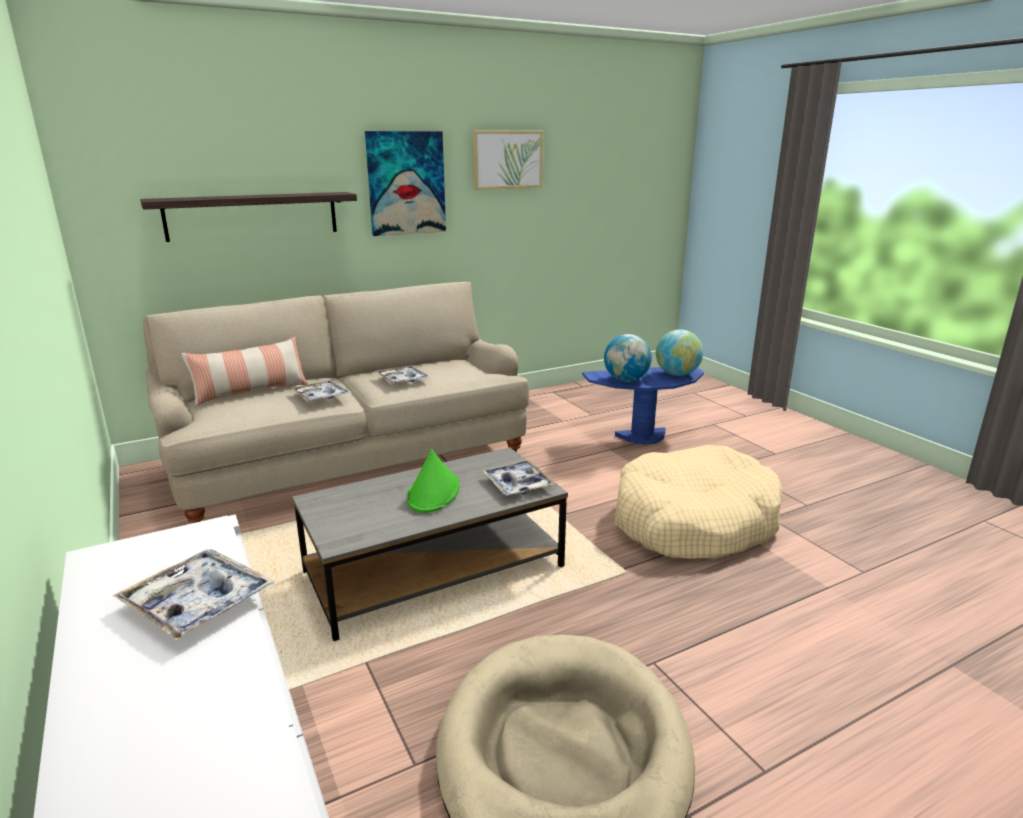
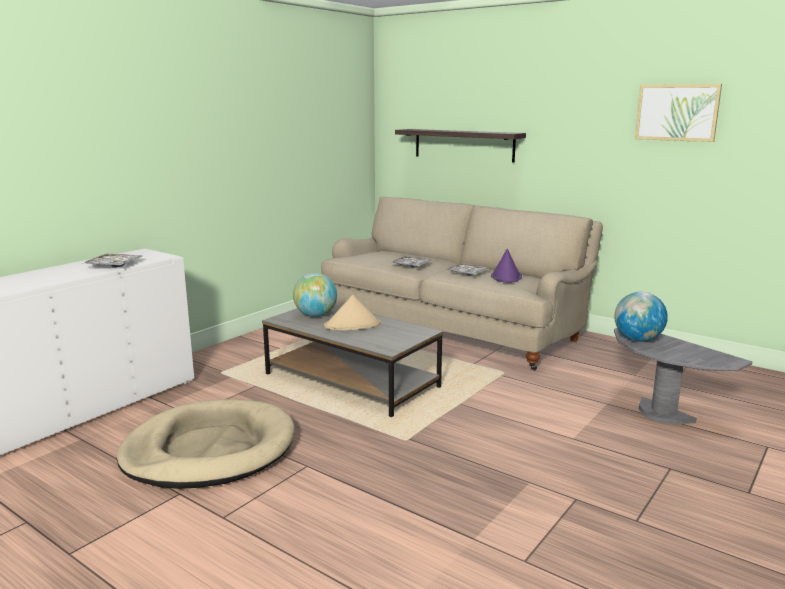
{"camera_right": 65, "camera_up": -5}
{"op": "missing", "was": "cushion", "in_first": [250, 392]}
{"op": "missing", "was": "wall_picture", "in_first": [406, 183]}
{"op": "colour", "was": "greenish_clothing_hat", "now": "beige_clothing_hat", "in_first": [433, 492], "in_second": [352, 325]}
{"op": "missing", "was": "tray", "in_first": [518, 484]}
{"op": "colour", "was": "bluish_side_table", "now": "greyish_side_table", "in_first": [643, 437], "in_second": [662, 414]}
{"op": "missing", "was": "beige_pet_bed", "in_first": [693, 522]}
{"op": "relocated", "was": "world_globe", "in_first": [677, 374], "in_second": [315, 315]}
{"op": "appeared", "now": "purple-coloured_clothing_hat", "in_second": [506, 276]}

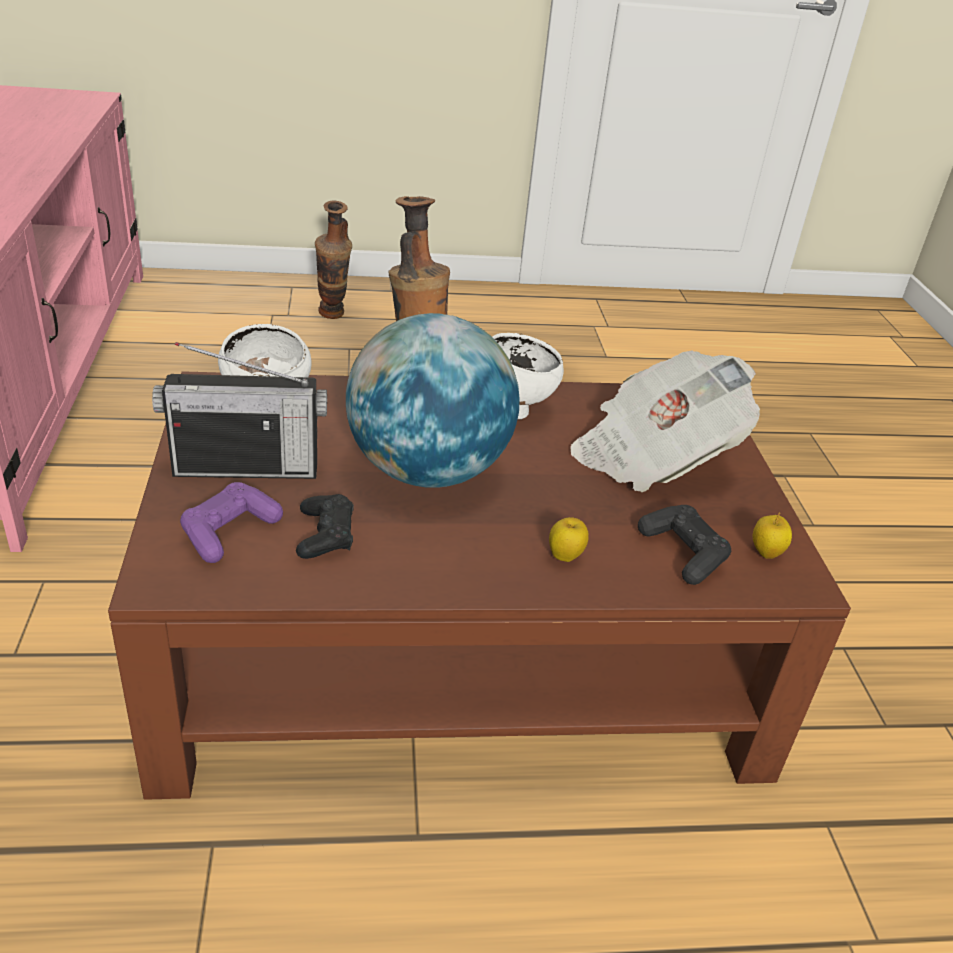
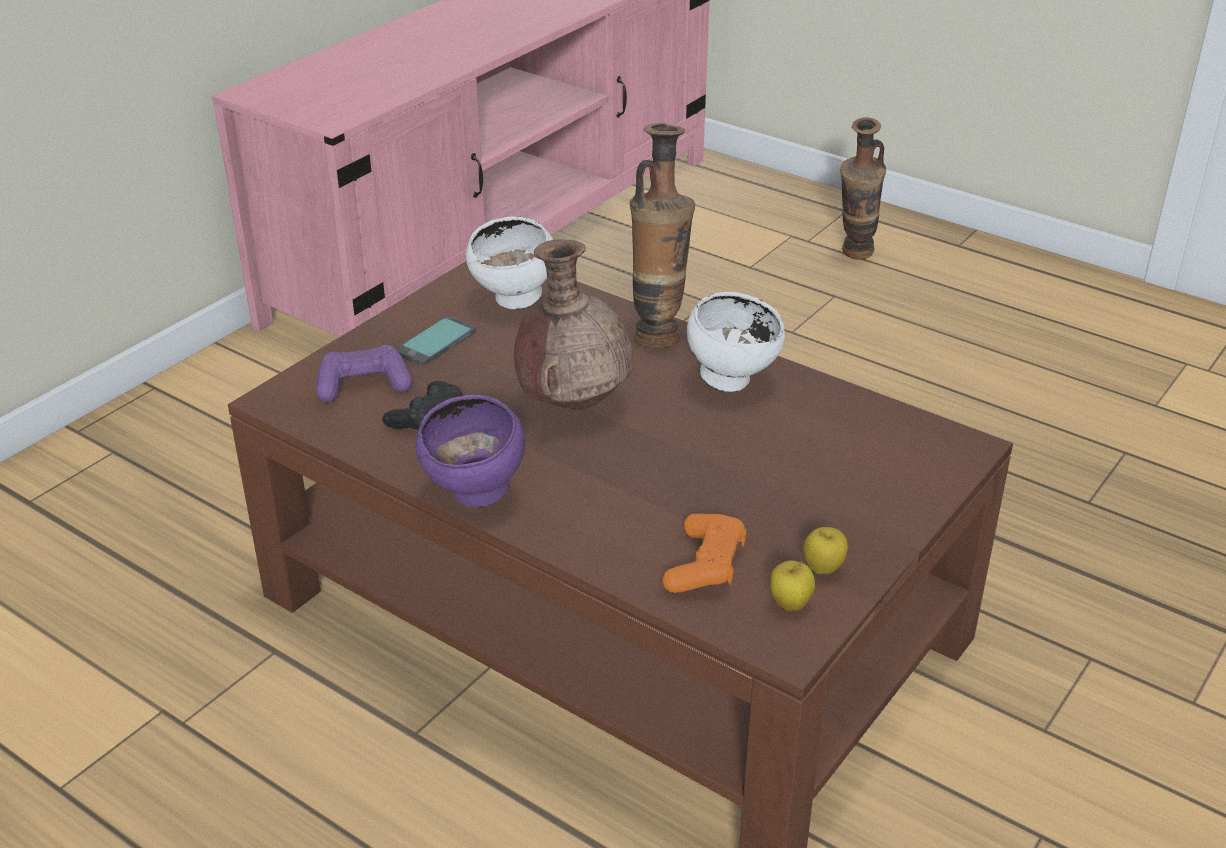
{"camera_right": 45, "camera_up": 0}
{"op": "exchanged", "was": "radio", "now": "telephone", "in_first": [246, 467], "in_second": [436, 343]}
{"op": "exchanged", "was": "world_globe", "now": "brown-coloured_flower_vase", "in_first": [427, 471], "in_second": [574, 402]}
{"op": "relocated", "was": "apple_fruit", "in_first": [565, 557], "in_second": [823, 570]}
{"op": "missing", "was": "printed_paper", "in_first": [654, 456]}
{"op": "colour", "was": "black-coloured_game_controller", "now": "orangey_game_controller", "in_first": [683, 553], "in_second": [705, 565]}
{"op": "appeared", "now": "purple-coloured_serving_bowl", "in_second": [476, 496]}

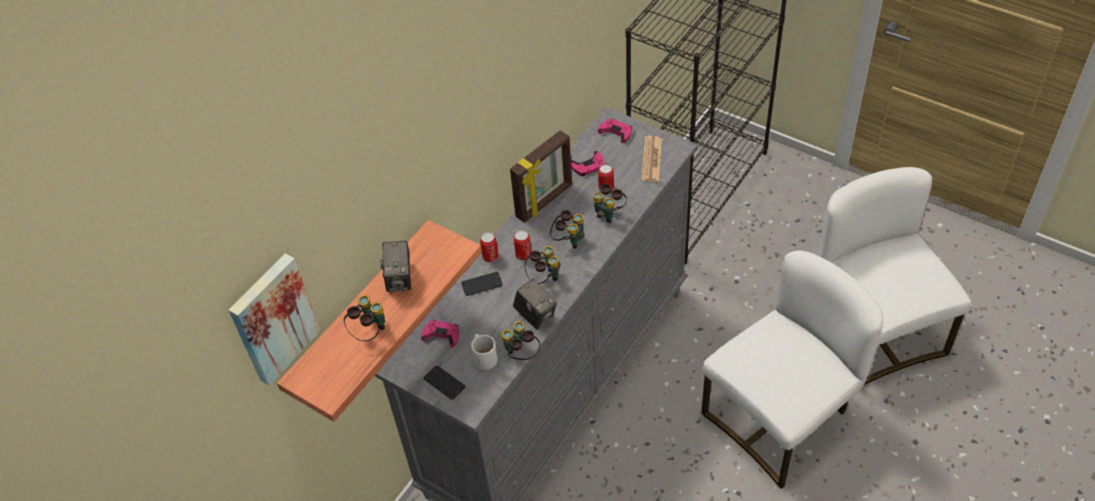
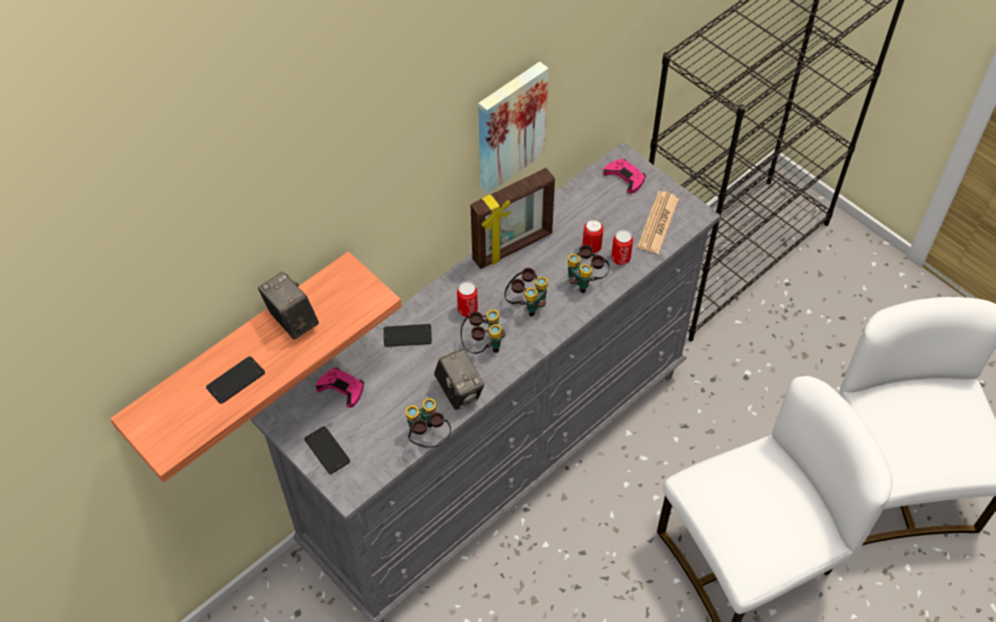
{"camera_right": 10, "camera_up": 5}
{"op": "relocated", "was": "wall_picture", "in_first": [272, 318], "in_second": [509, 125]}
{"op": "exchanged", "was": "pair_of_binoculars", "now": "telephone", "in_first": [369, 332], "in_second": [236, 380]}
{"op": "spun", "was": "photo_camera", "in_first": [400, 279], "in_second": [292, 320], "clockwise": 135}
{"op": "missing", "was": "white-coloured_tea_mug", "in_first": [484, 356]}
{"op": "relocated", "was": "sealed_can", "in_first": [490, 256], "in_second": [620, 258]}
{"op": "missing", "was": "pink-coloured_game_controller", "in_first": [588, 166]}

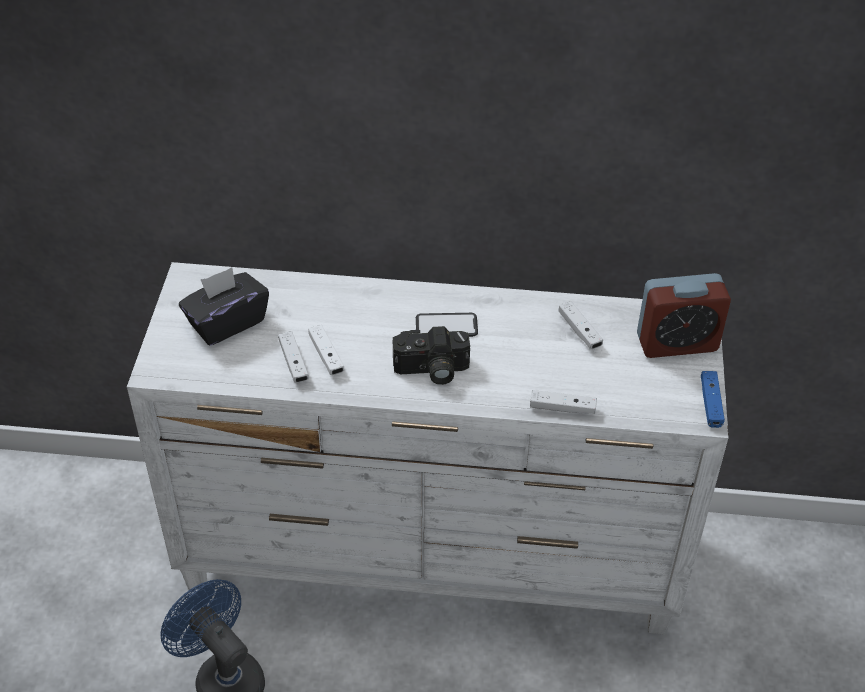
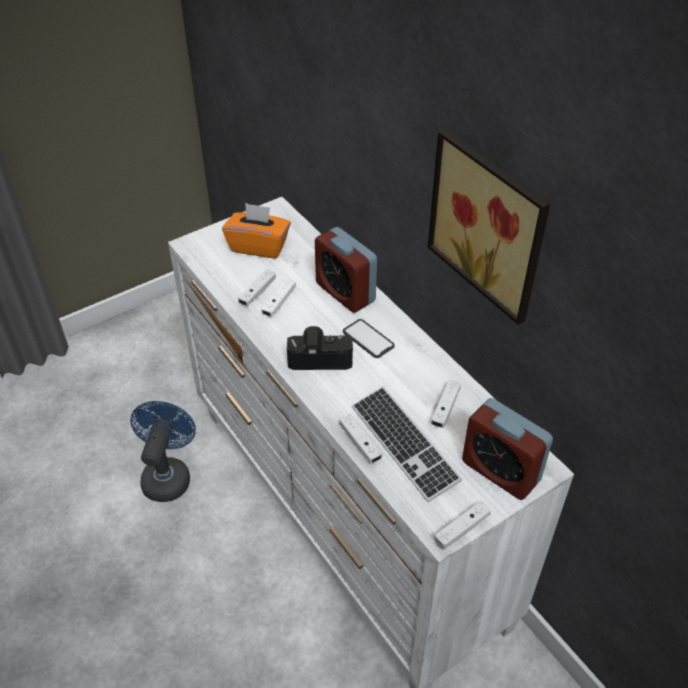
{"camera_right": 50, "camera_up": 0}
{"op": "colour", "was": "black-coloured_tissue_holder", "now": "orangey_tissue_holder", "in_first": [227, 322], "in_second": [259, 246]}
{"op": "spun", "was": "photo_camera", "in_first": [431, 370], "in_second": [320, 356], "clockwise": 135}
{"op": "colour", "was": "bluish_game_controller", "now": "white-coloured_game_controller", "in_first": [710, 403], "in_second": [461, 529]}
{"op": "appeared", "now": "table_clock", "in_second": [345, 292]}
{"op": "appeared", "now": "PC_keyboard", "in_second": [404, 444]}
{"op": "appeared", "now": "wall_picture", "in_second": [490, 223]}

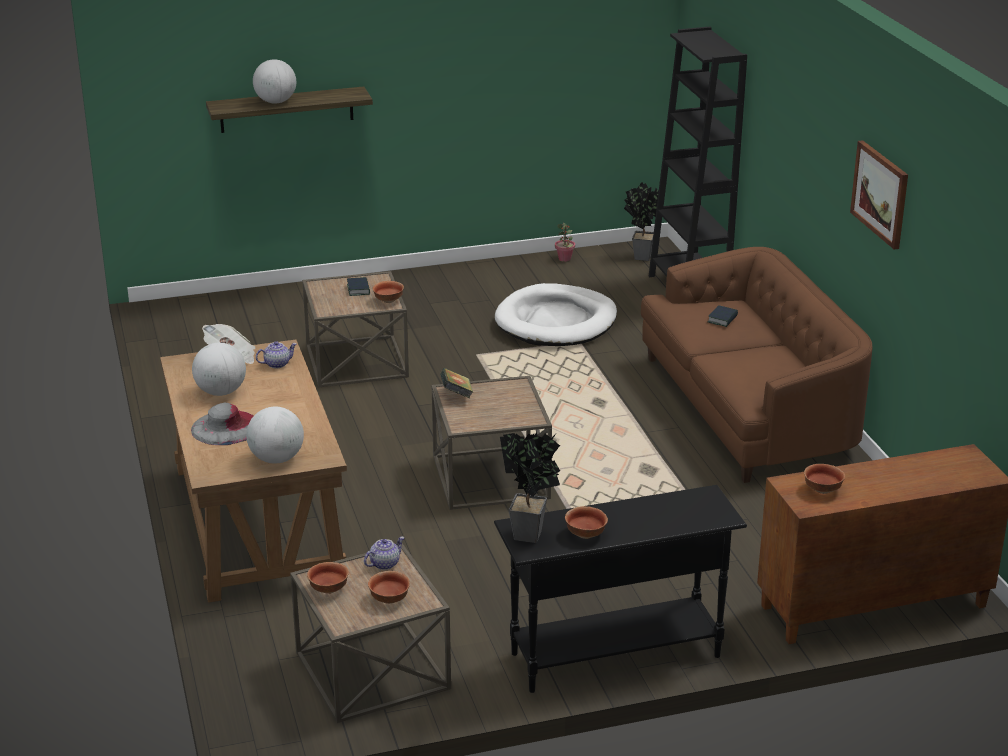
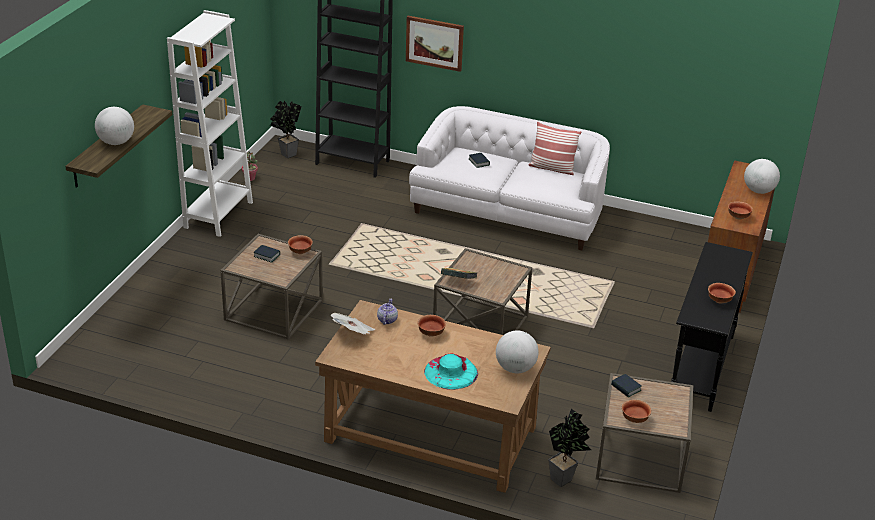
{"camera_right": -55, "camera_up": 5}
{"op": "colour", "was": "greyish_clothing_hat", "now": "turquoise_clothing_hat", "in_first": [225, 427], "in_second": [451, 372]}
{"op": "relocated", "was": "world_globe", "in_first": [221, 392], "in_second": [759, 191]}
{"op": "exchanged", "was": "teapot", "now": "volume", "in_first": [384, 563], "in_second": [626, 388]}
{"op": "relocated", "was": "serving_bowl", "in_first": [390, 599], "in_second": [431, 333]}
{"op": "missing", "was": "white-coloured_pet_bed", "in_first": [556, 321]}
{"op": "relocated", "was": "houseplant", "in_first": [531, 537], "in_second": [564, 479]}
{"op": "colour", "was": "brown-coloured_sofa", "now": "white-coloured_sofa", "in_first": [749, 409], "in_second": [509, 211]}
{"op": "relocated", "was": "wall_picture", "in_first": [880, 193], "in_second": [434, 43]}
{"op": "appeared", "now": "white-coloured_bookshelf", "in_second": [218, 215]}
{"op": "appeared", "now": "cushion", "in_second": [552, 168]}

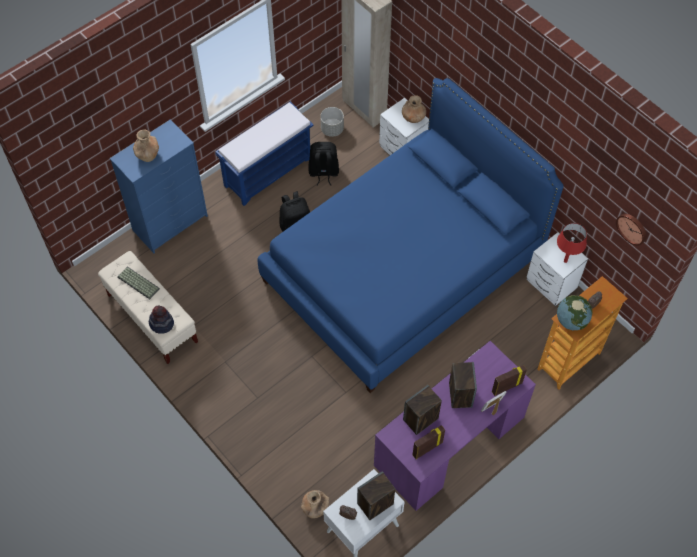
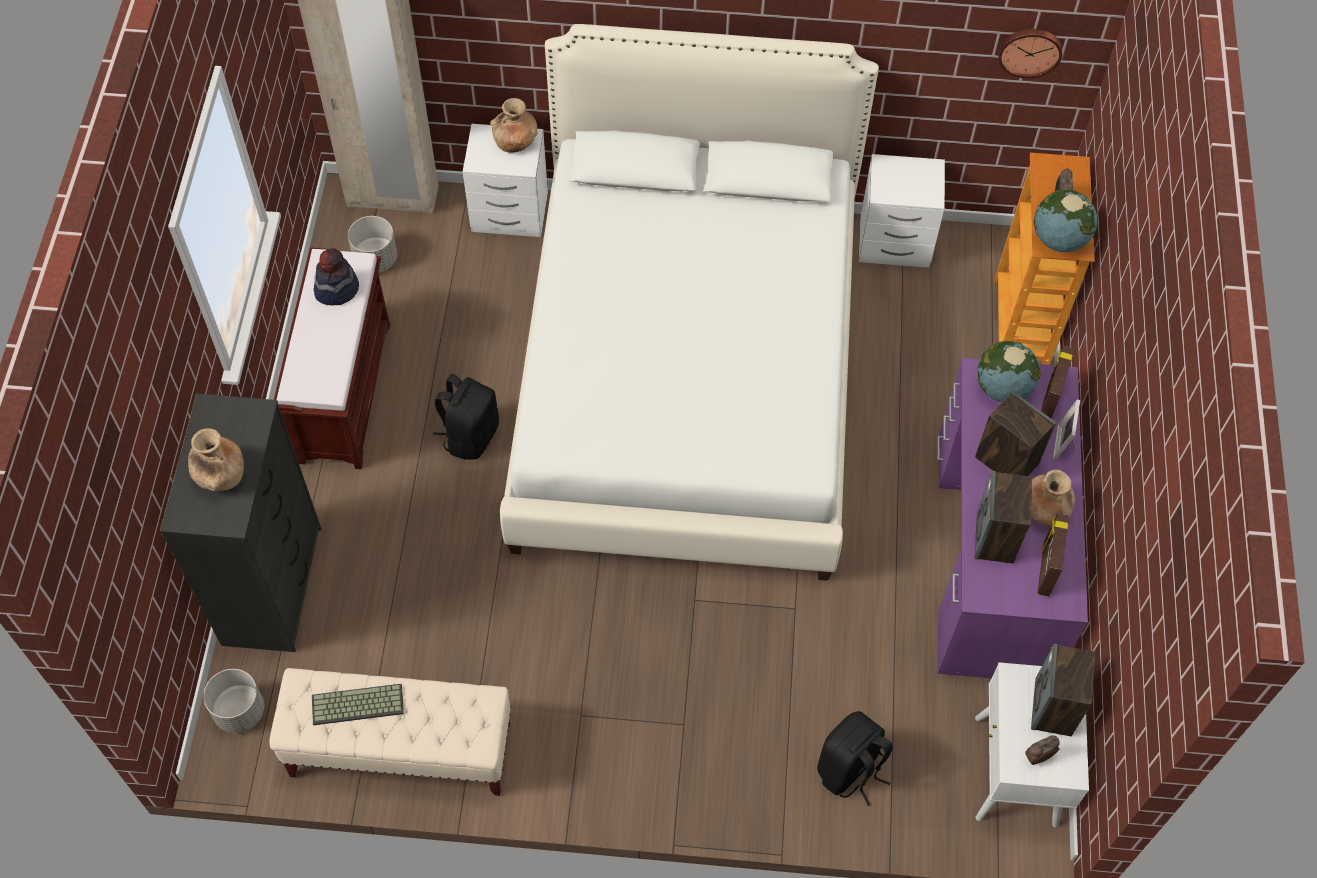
{"camera_right": -45, "camera_up": 0}
{"op": "colour", "was": "bluish_chest_of_drawers", "now": "black-coloured_chest_of_drawers", "in_first": [171, 223], "in_second": [272, 584]}
{"op": "relocated", "was": "clothing_hat", "in_first": [161, 323], "in_second": [336, 289]}
{"op": "colour", "was": "bluish_bench", "now": "brown-coloured_bench", "in_first": [268, 171], "in_second": [344, 390]}
{"op": "colour", "was": "bluish_bed", "now": "white-coloured_bed", "in_first": [403, 269], "in_second": [687, 376]}
{"op": "relocated", "was": "brown-coloured_flower_vase", "in_first": [315, 508], "in_second": [1045, 511]}
{"op": "relocated", "was": "black-coloured_knapsack", "in_first": [323, 172], "in_second": [850, 770]}
{"op": "missing", "was": "red-coloured_tabletop_lamp", "in_first": [565, 261]}
{"op": "appeared", "now": "greyish_planter", "in_second": [239, 711]}
{"op": "appeared", "now": "world_globe", "in_second": [1002, 388]}

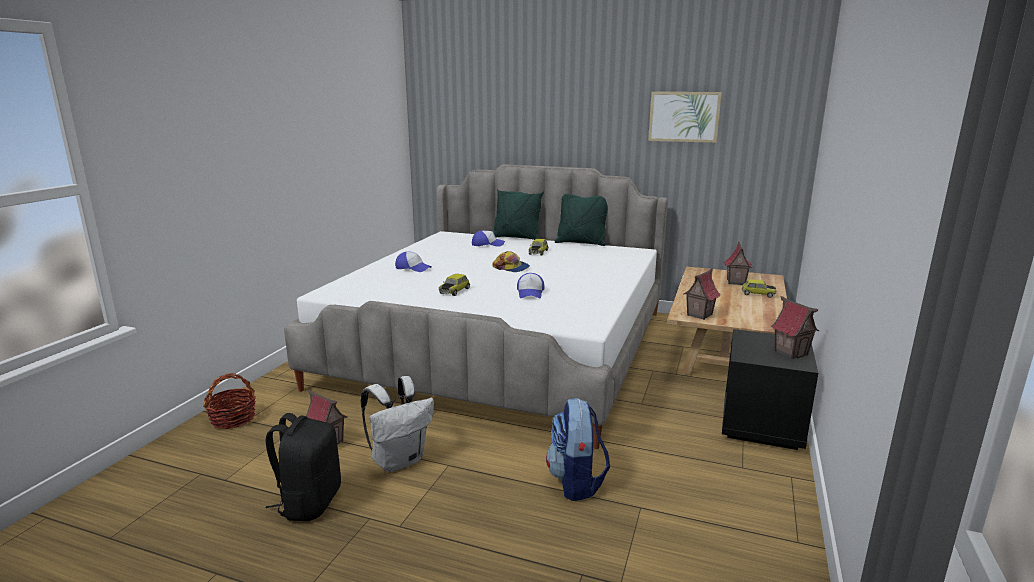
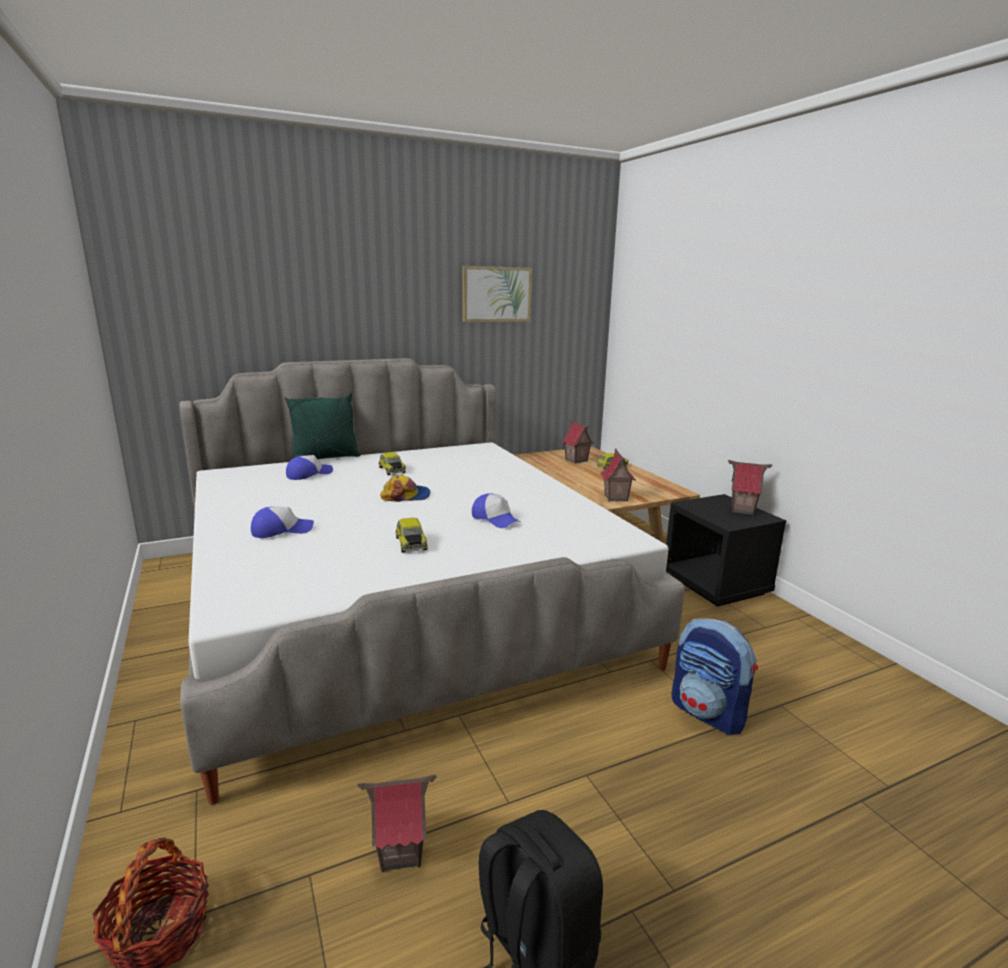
{"camera_right": -45, "camera_up": 0}
{"op": "missing", "was": "white-coloured_knapsack", "in_first": [399, 460]}
{"op": "missing", "was": "greenish_cushion", "in_first": [581, 243]}

